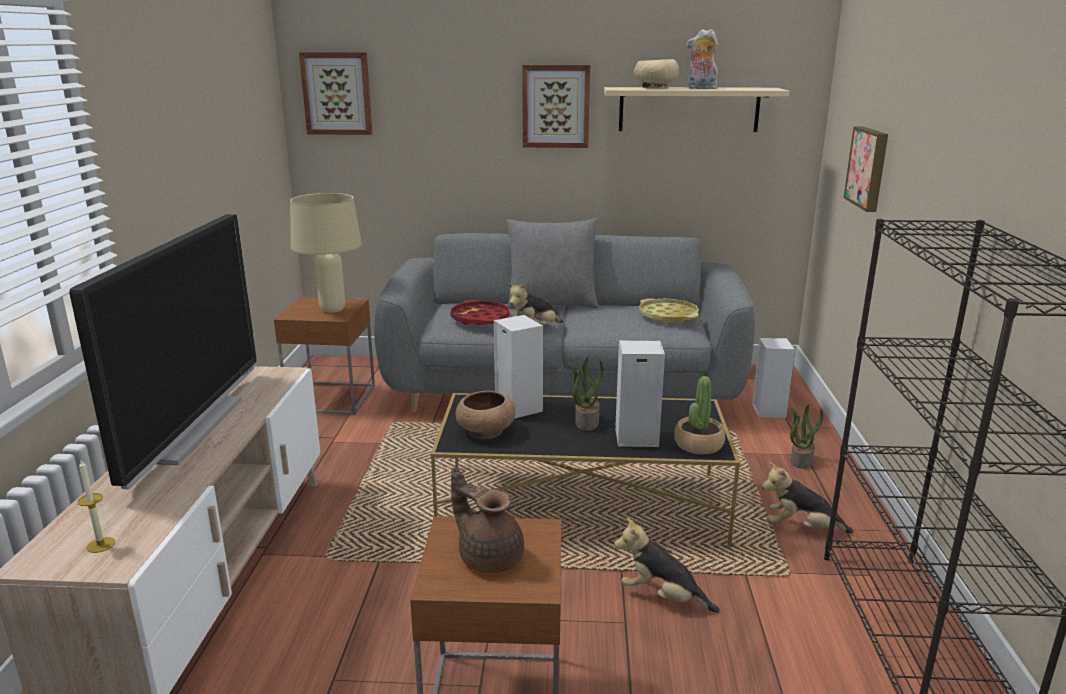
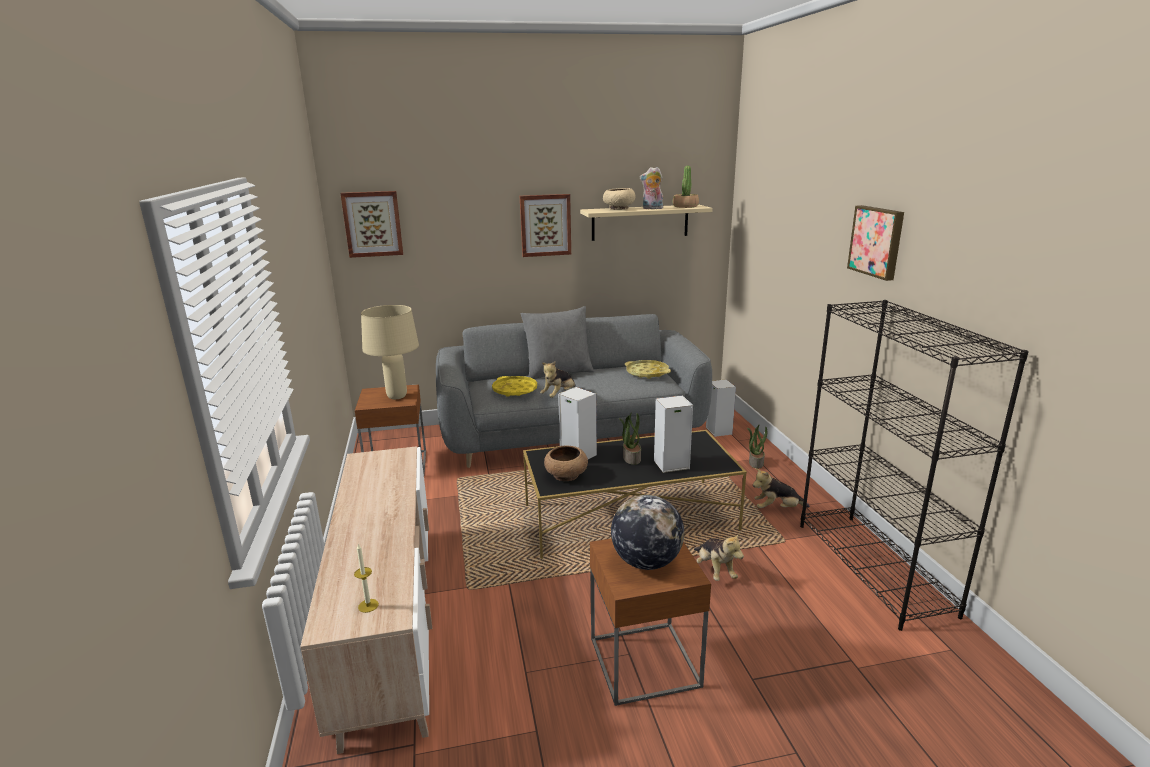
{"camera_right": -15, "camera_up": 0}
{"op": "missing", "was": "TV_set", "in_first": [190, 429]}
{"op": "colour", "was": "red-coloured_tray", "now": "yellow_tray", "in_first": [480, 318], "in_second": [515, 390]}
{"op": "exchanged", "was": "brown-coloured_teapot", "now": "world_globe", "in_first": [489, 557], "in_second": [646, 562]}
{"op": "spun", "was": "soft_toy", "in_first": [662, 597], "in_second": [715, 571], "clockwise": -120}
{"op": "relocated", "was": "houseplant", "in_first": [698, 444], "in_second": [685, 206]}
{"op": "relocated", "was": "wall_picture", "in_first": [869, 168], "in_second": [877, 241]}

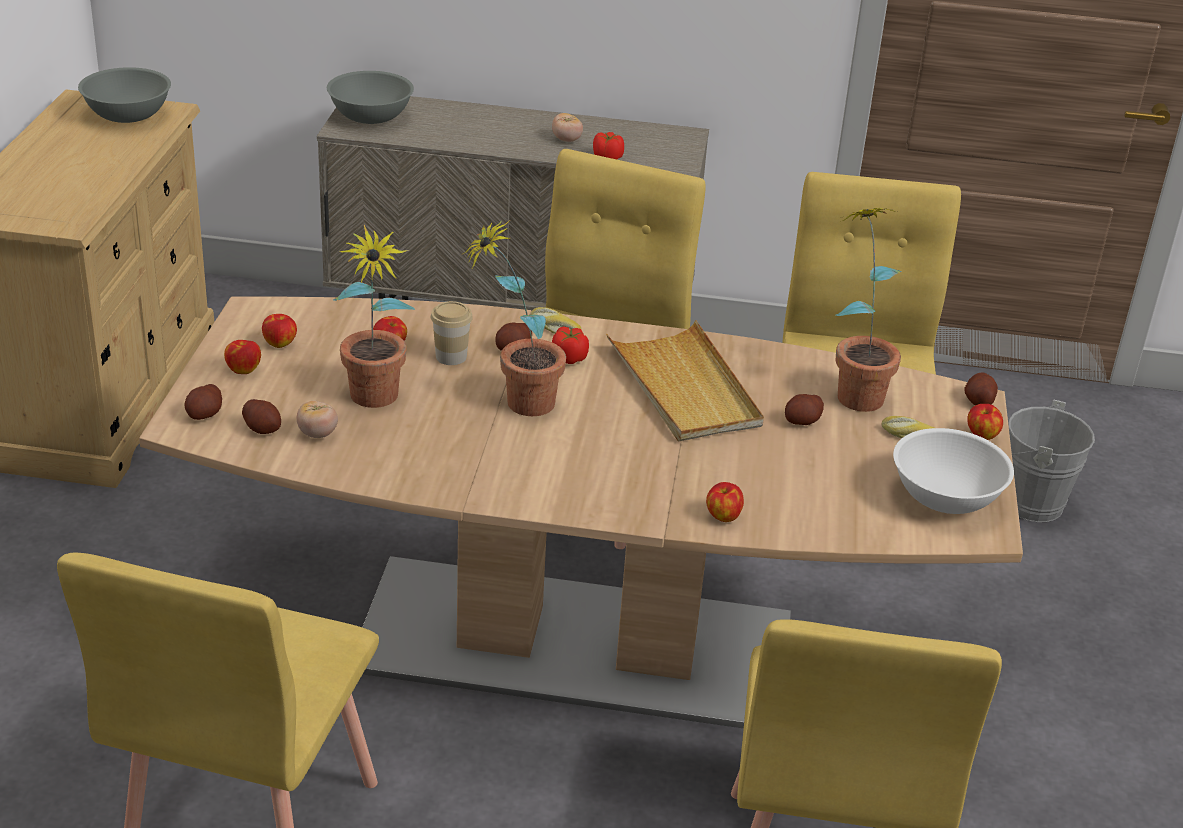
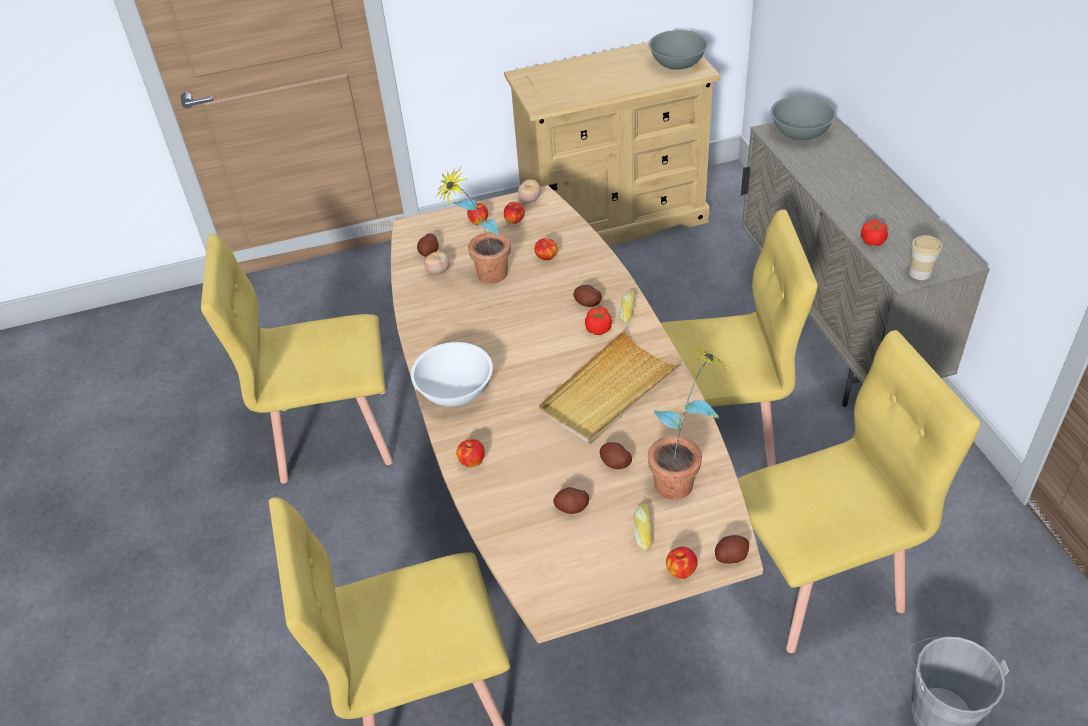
{"camera_right": 70, "camera_up": 10}
{"op": "relocated", "was": "whole_potato", "in_first": [205, 414], "in_second": [571, 507]}
{"op": "relocated", "was": "small_cup", "in_first": [451, 357], "in_second": [919, 273]}
{"op": "missing", "was": "houseplant", "in_first": [515, 404]}
{"op": "relocated", "was": "fresh_tomato", "in_first": [566, 140], "in_second": [529, 200]}
{"op": "relocated", "was": "white-coloured_serving_bowl", "in_first": [946, 497], "in_second": [455, 391]}

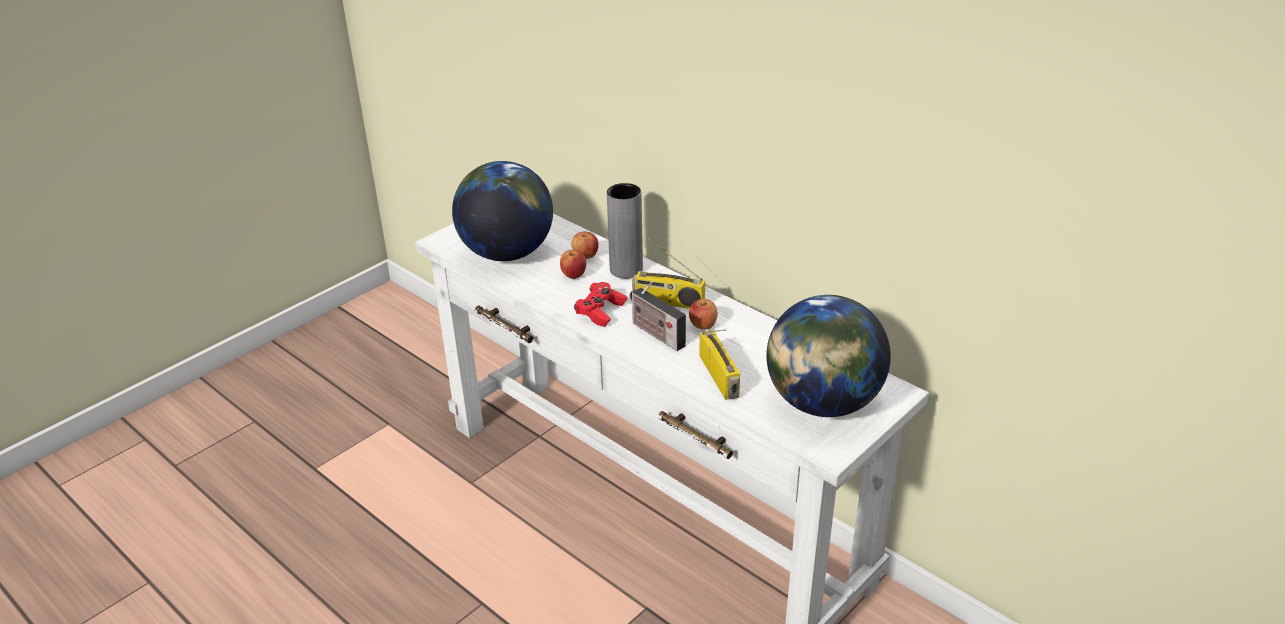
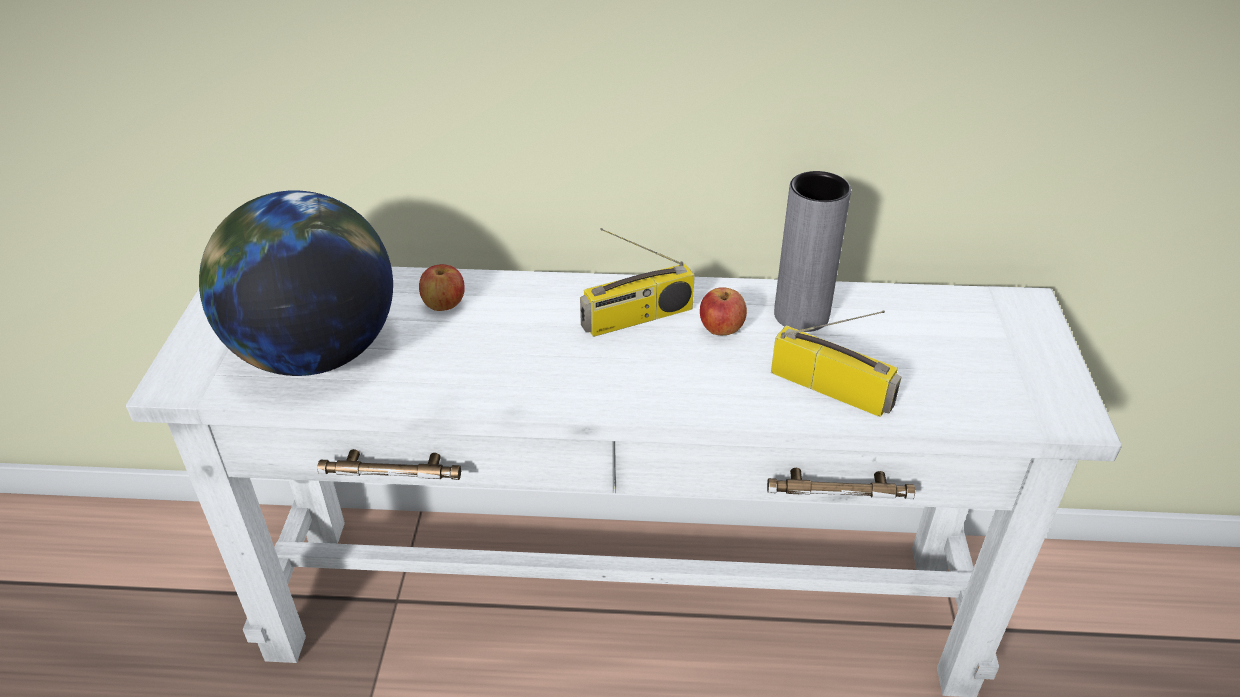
{"camera_right": -40, "camera_up": 5}
{"op": "missing", "was": "apple_fruit", "in_first": [573, 275]}
{"op": "missing", "was": "red-coloured_game_controller", "in_first": [600, 311]}
{"op": "relocated", "was": "greyish_flower_vase", "in_first": [626, 270], "in_second": [801, 315]}
{"op": "missing", "was": "radio", "in_first": [655, 333]}
{"op": "missing", "was": "world_globe", "in_first": [822, 403]}

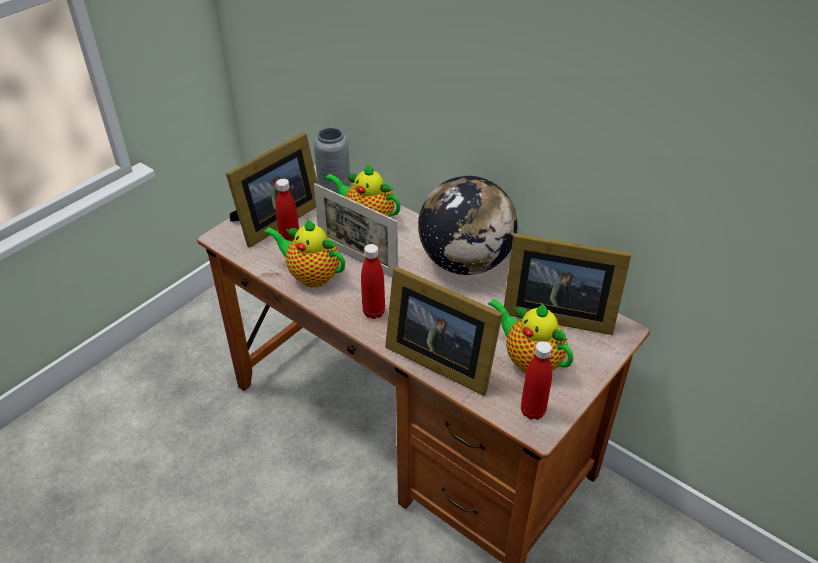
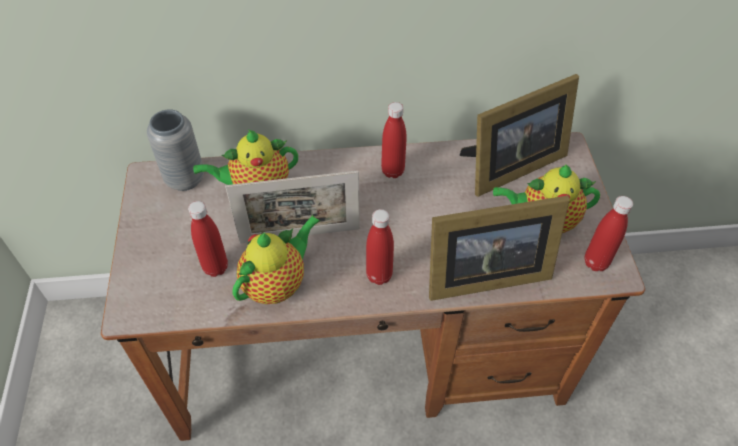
{"camera_right": -45, "camera_up": 10}
{"op": "missing", "was": "standing_frame", "in_first": [275, 221]}
{"op": "spun", "was": "teapot", "in_first": [311, 276], "in_second": [277, 284], "clockwise": 150}
{"op": "exchanged", "was": "world_globe", "now": "red-coloured_drink_bottle", "in_first": [465, 263], "in_second": [392, 171]}

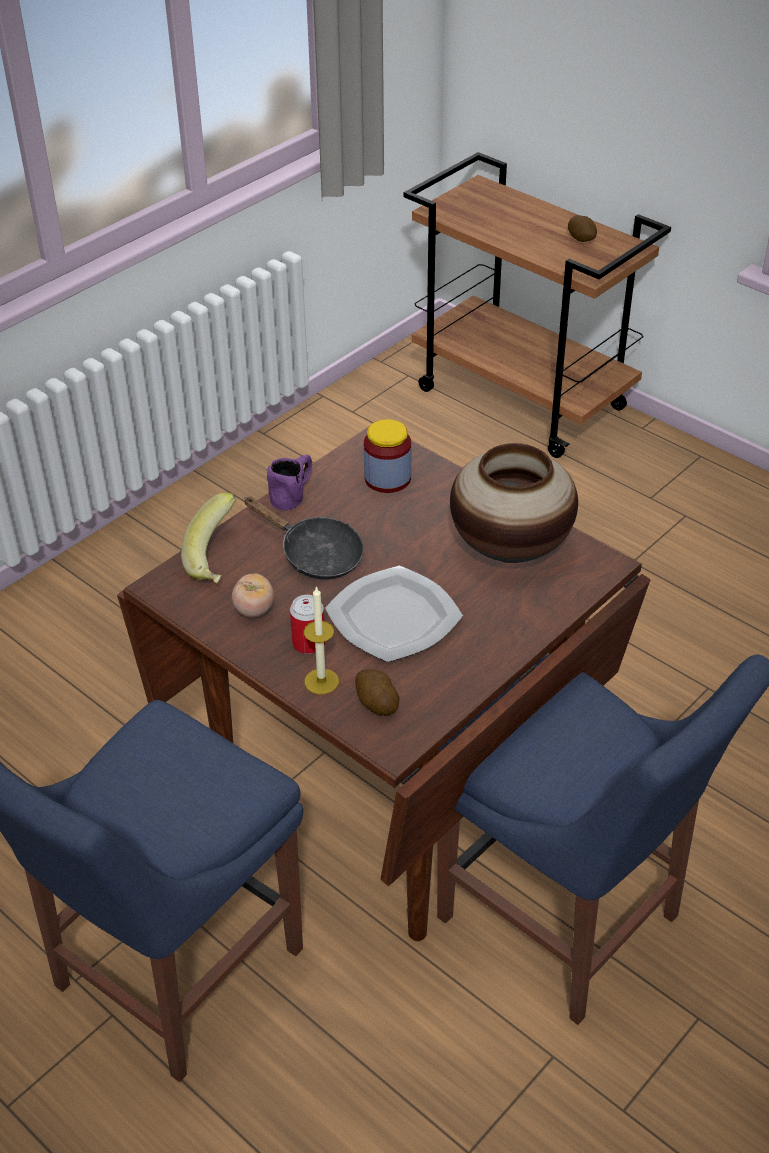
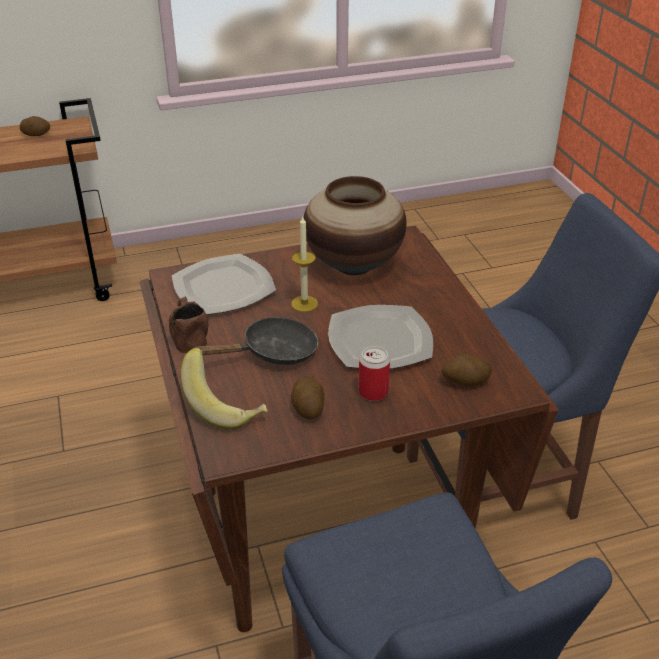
{"camera_right": -60, "camera_up": -5}
{"op": "exchanged", "was": "fresh_tomato", "now": "whole_potato", "in_first": [254, 610], "in_second": [308, 408]}
{"op": "colour", "was": "purple-coloured_tea_mug", "now": "brown-coloured_tea_mug", "in_first": [293, 494], "in_second": [188, 338]}
{"op": "relocated", "was": "candle", "in_first": [321, 681], "in_second": [304, 303]}
{"op": "exchanged", "was": "storage_jar", "now": "dinner_plate", "in_first": [387, 478], "in_second": [222, 287]}

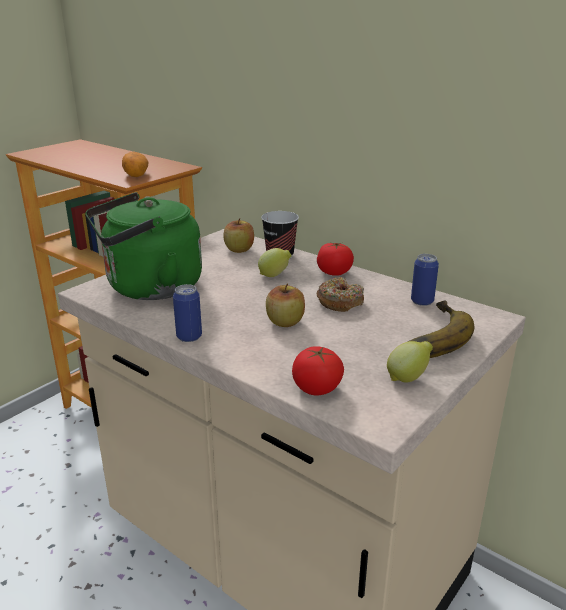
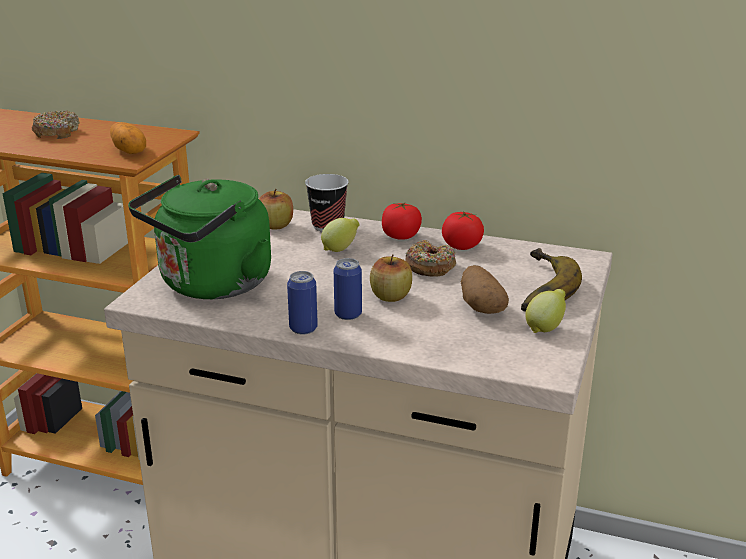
{"camera_right": -20, "camera_up": 0}
{"op": "relocated", "was": "fresh_tomato", "in_first": [317, 388], "in_second": [462, 246]}
{"op": "relocated", "was": "sealed_can", "in_first": [422, 301], "in_second": [348, 314]}
{"op": "appeared", "now": "ring_doughnut", "in_second": [56, 132]}
{"op": "appeared", "now": "whole_potato", "in_second": [480, 306]}

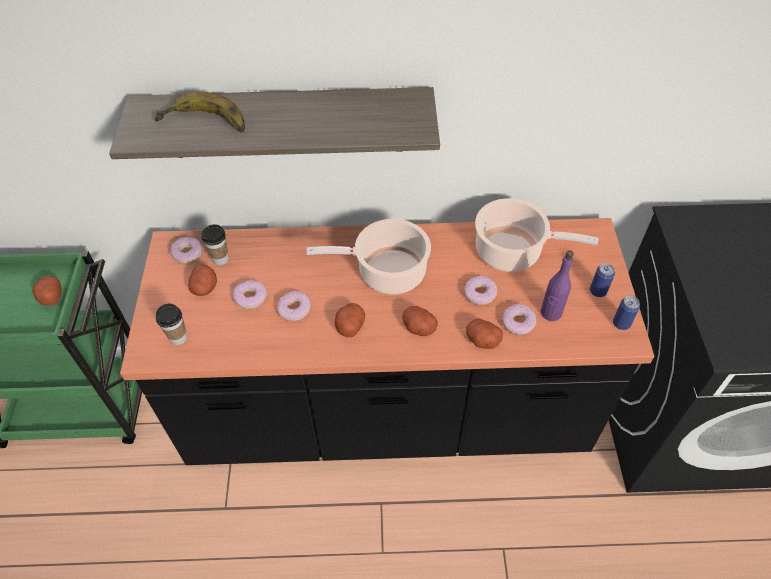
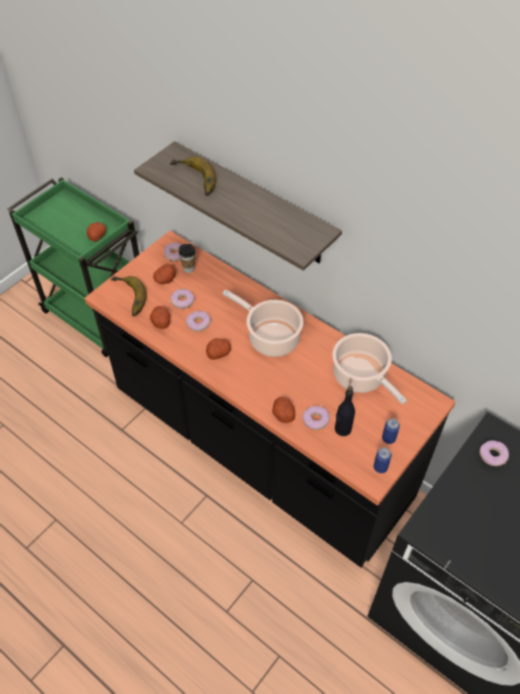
{"camera_right": 40, "camera_up": 0}
{"op": "exchanged", "was": "small_cup", "now": "banana", "in_first": [178, 337], "in_second": [127, 298]}
{"op": "relocated", "was": "whole_potato", "in_first": [418, 327], "in_second": [161, 322]}
{"op": "relocated", "was": "ring_doughnut", "in_first": [480, 294], "in_second": [493, 455]}
{"op": "colour", "was": "purple-coloured_drink_bottle", "now": "black-coloured_drink_bottle", "in_first": [551, 313], "in_second": [342, 429]}

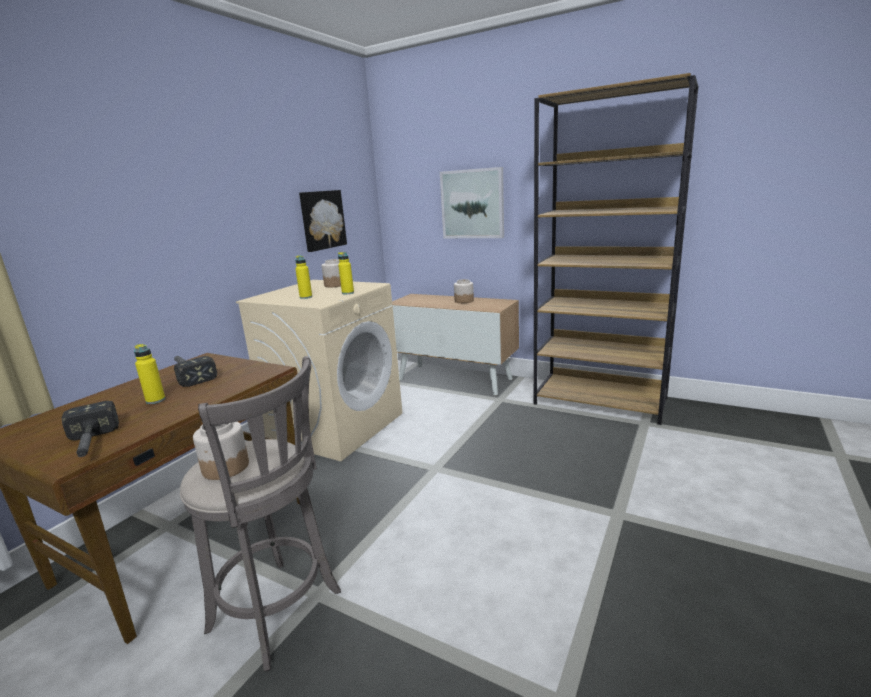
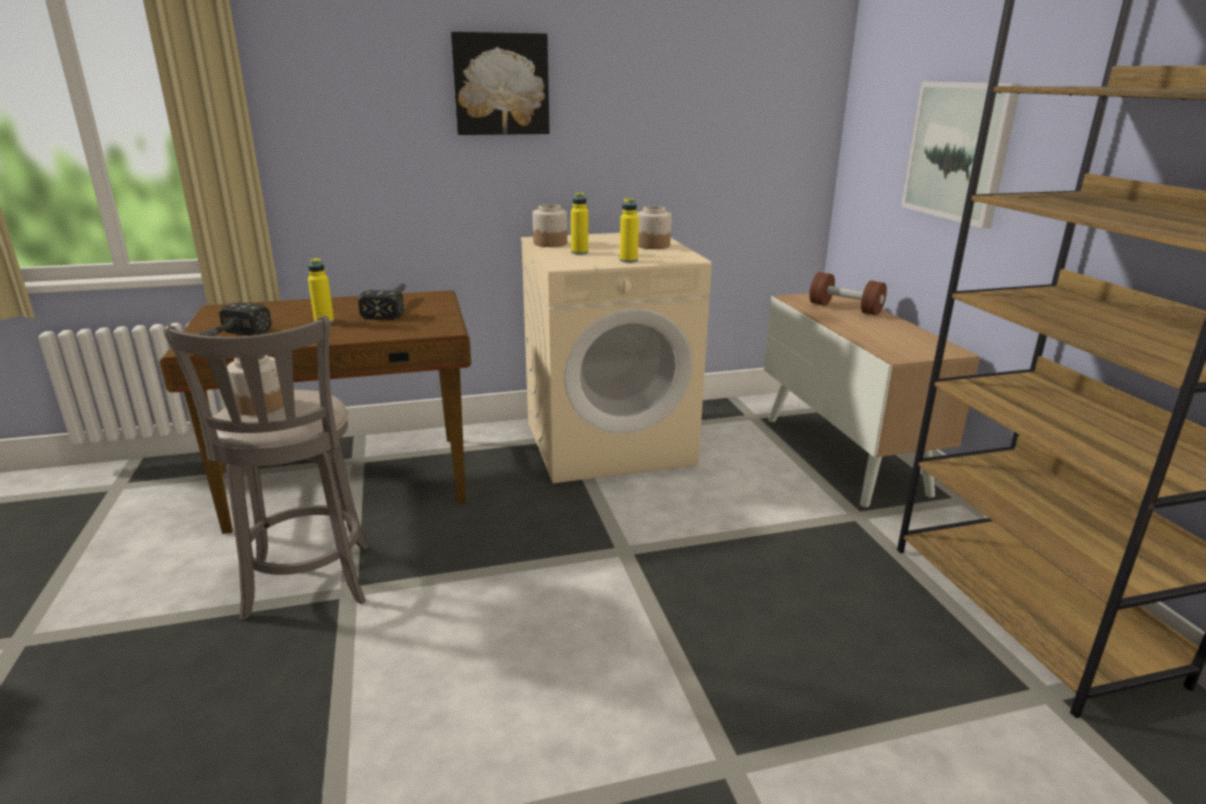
{"camera_right": 45, "camera_up": 5}
{"op": "relocated", "was": "wall_picture", "in_first": [322, 220], "in_second": [501, 84]}
{"op": "relocated", "was": "storage_jar", "in_first": [464, 301], "in_second": [550, 243]}
{"op": "appeared", "now": "brown-coloured_free_weight", "in_second": [845, 308]}

